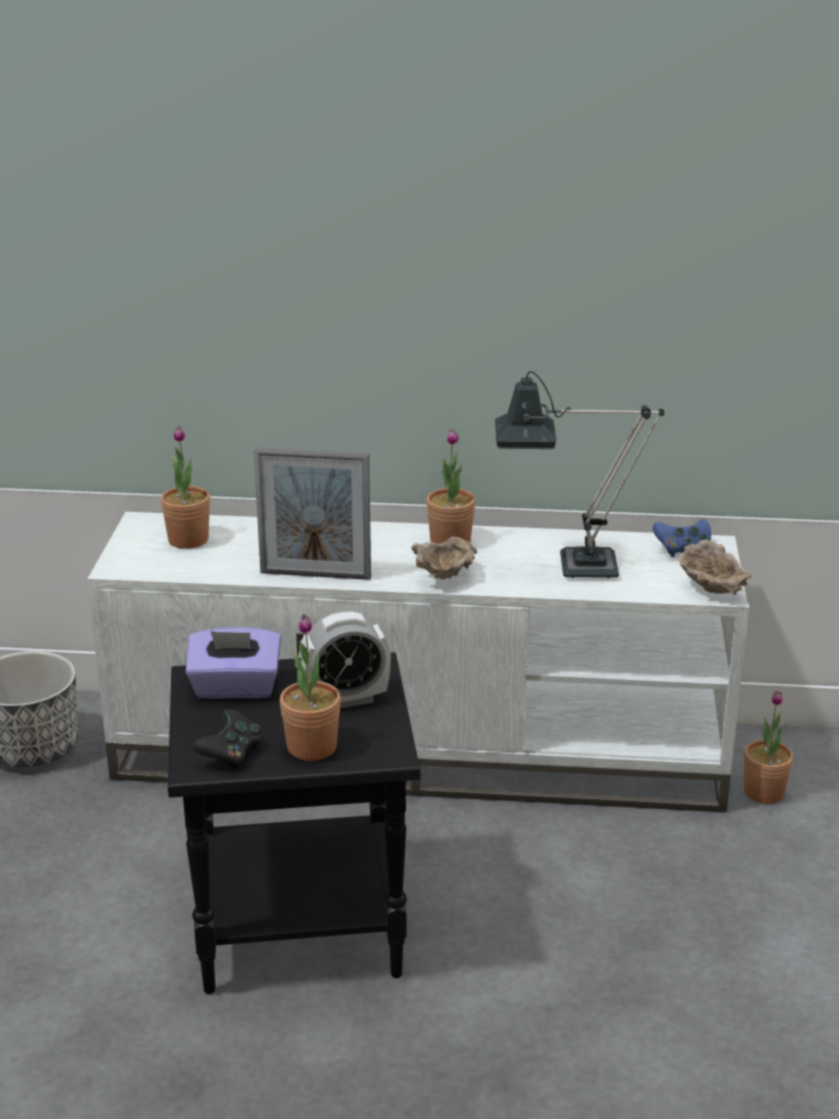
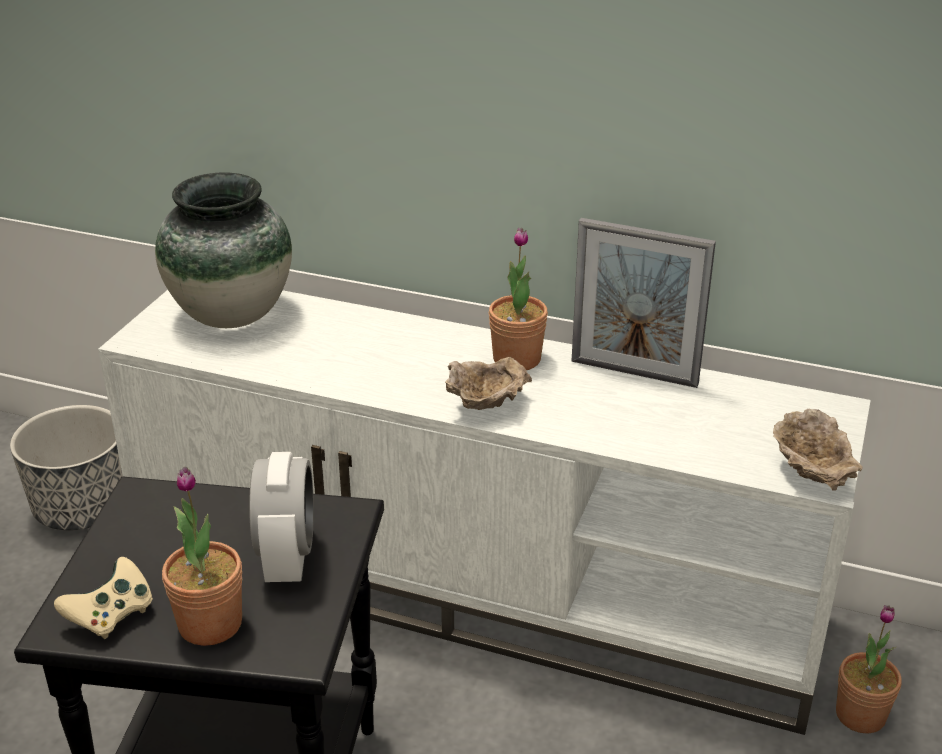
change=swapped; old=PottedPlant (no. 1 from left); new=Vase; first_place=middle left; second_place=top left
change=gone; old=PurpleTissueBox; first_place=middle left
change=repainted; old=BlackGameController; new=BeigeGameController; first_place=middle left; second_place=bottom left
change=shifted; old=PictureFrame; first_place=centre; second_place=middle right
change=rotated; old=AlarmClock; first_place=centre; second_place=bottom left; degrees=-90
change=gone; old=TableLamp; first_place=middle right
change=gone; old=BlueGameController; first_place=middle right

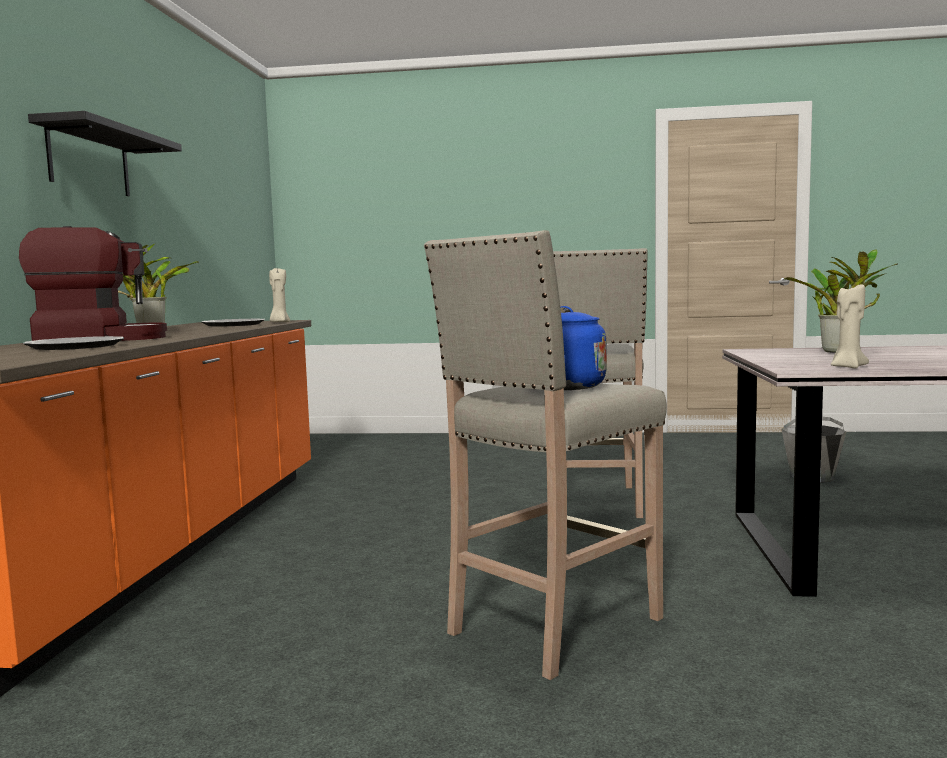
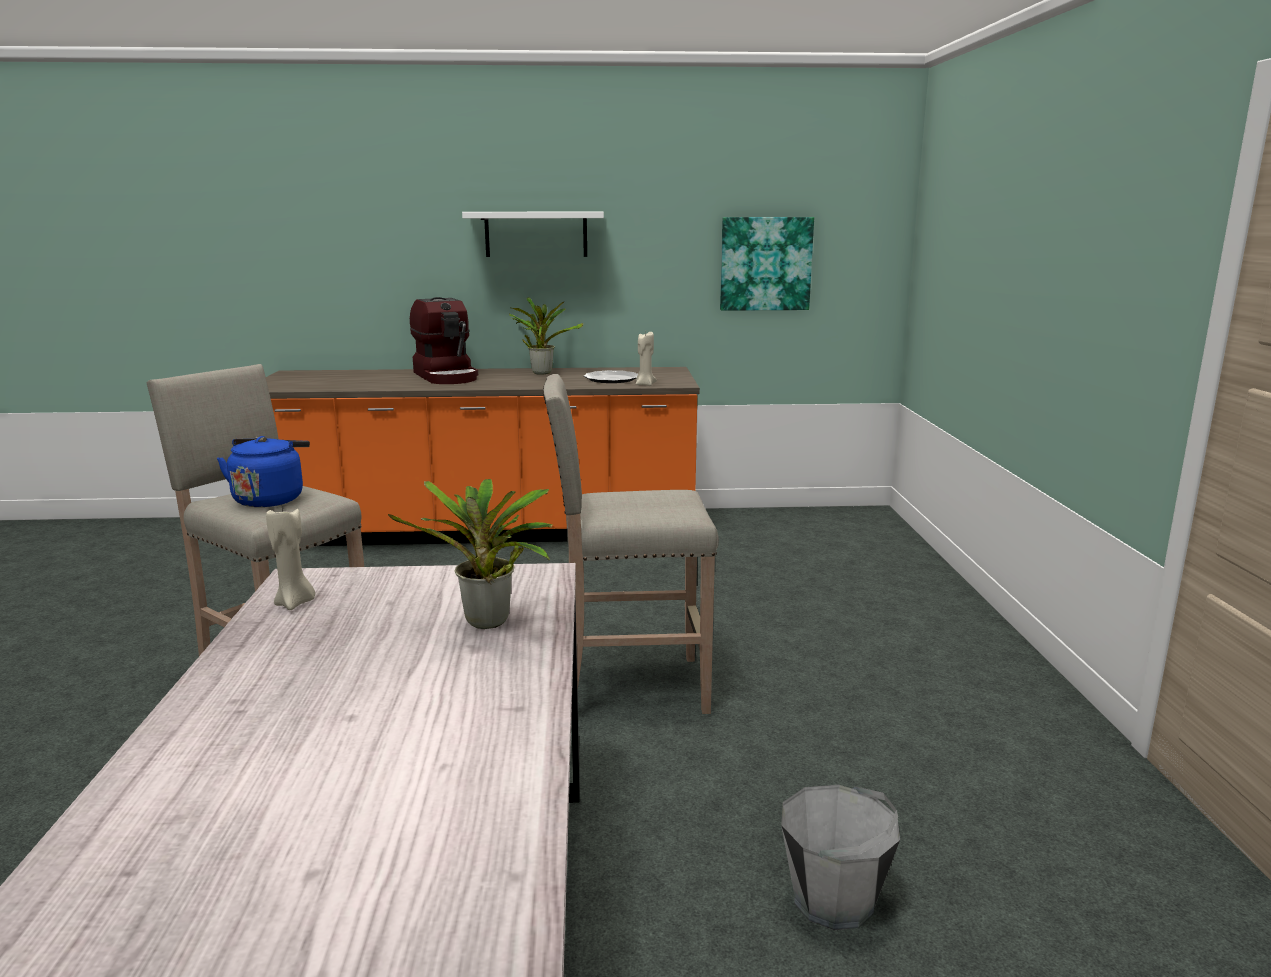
change=gone; old=Plate (no. 1 from left); first_place=middle left
change=repainted; old=BlackShelf; new=WhiteShelf; first_place=top left; second_place=top centre
change=new; new=Picture; second_place=top centre

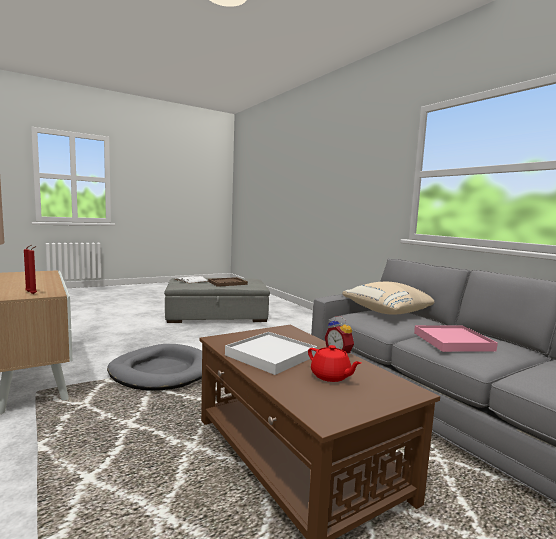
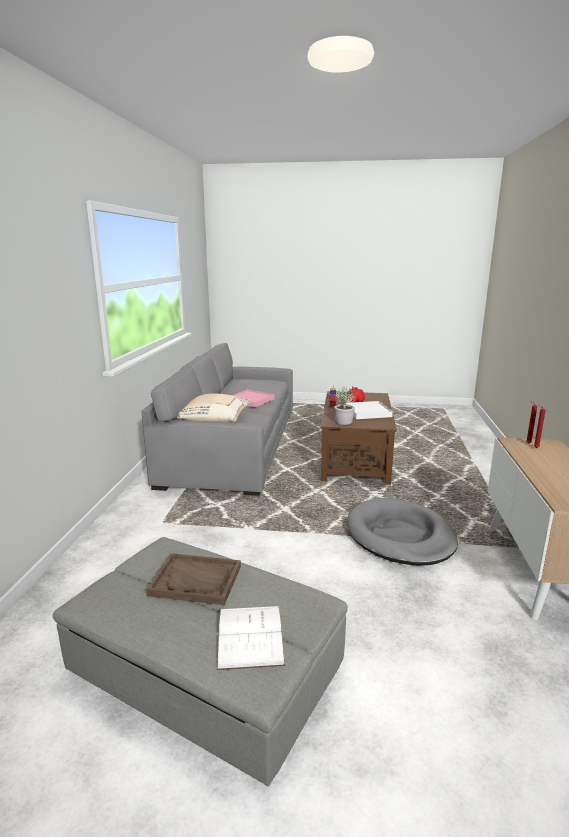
change=new; new=PottedPlant; second_place=centre

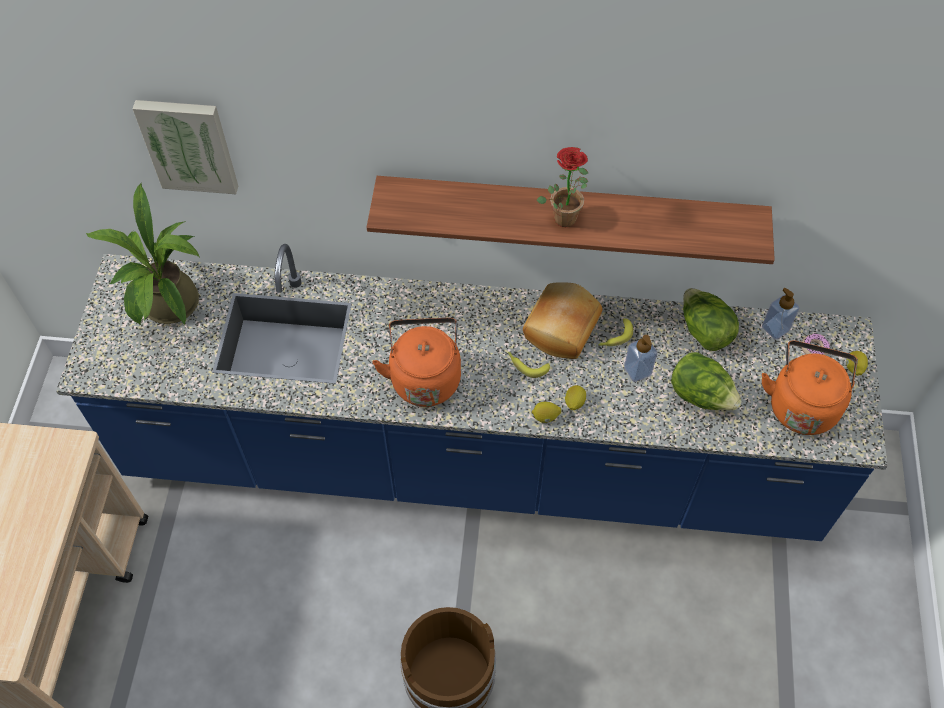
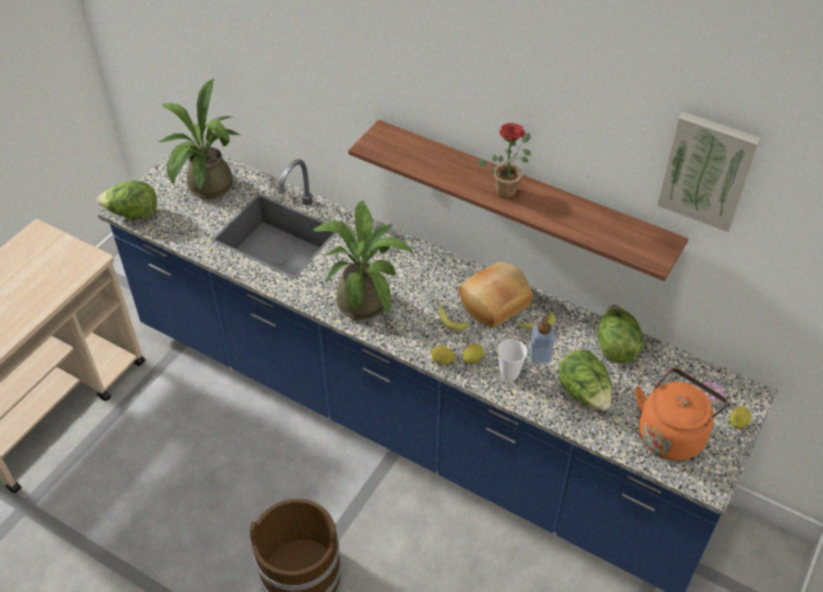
change=shifted; old=Picture; first_place=top left; second_place=top right
change=swapped; old=OrangeKettle (no. 1 from left); new=PottedPlant (no. 2 from left); first_place=centre; second_place=centre
change=gone; old=SoapDispenser (no. 2 from left); first_place=middle right
change=new; new=Lettuce (no. 1 from left); second_place=middle left
change=new; new=Cup; second_place=centre

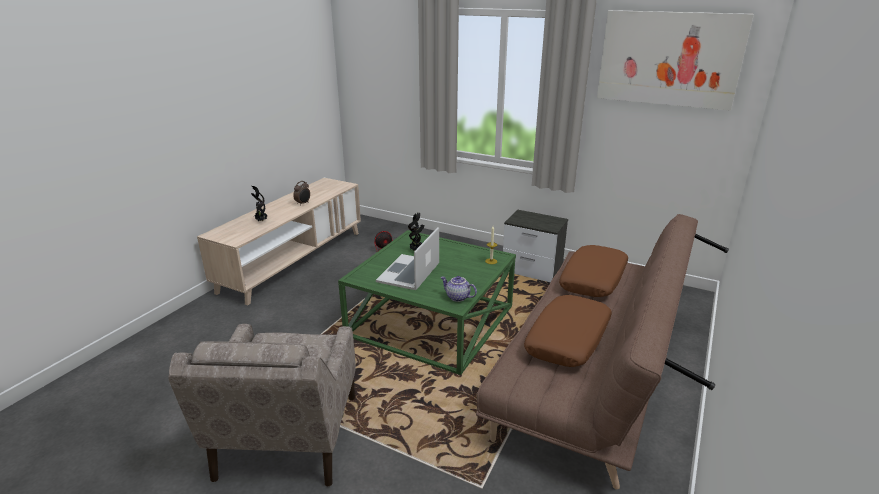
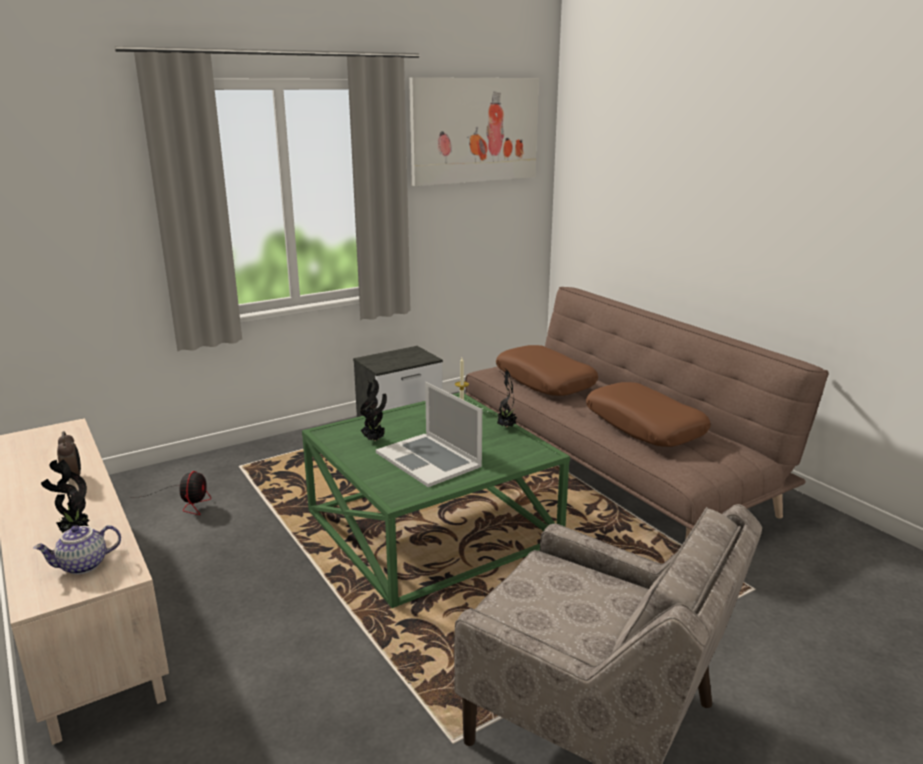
change=shifted; old=Teapot; first_place=centre; second_place=bottom left
change=new; new=PottedPlant (no. 3 from left); second_place=centre

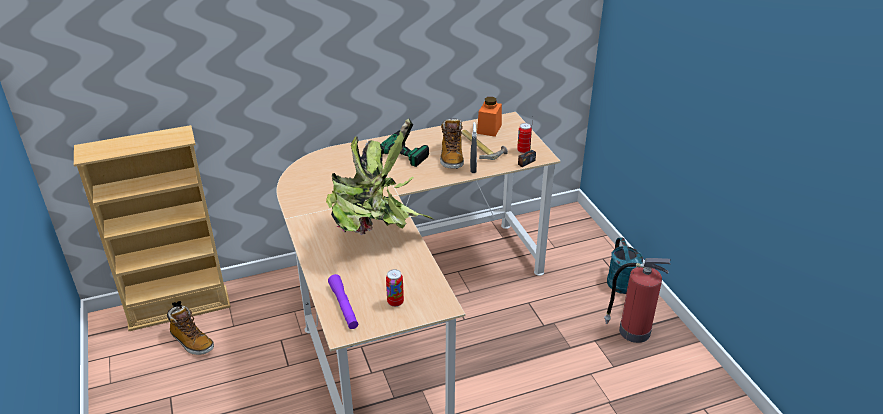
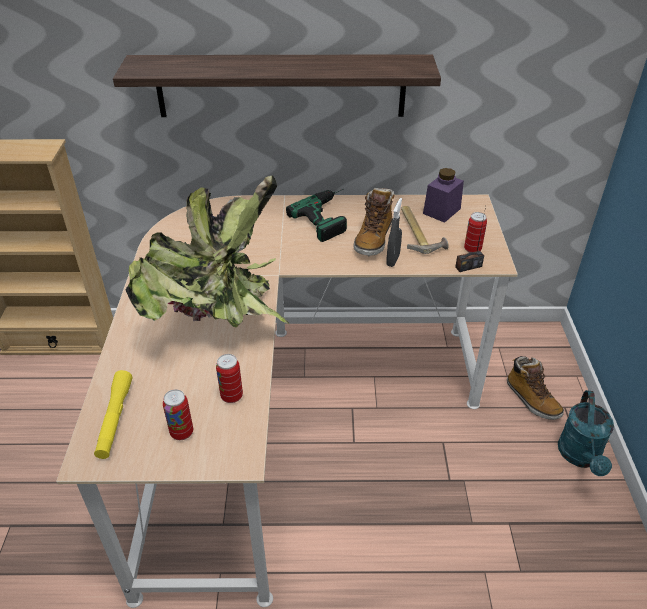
change=shifted; old=Boot (no. 1 from left in the first image); new=Boot (no. 2 from left); first_place=bottom left; second_place=middle right
change=repainted; old=PurpleFlashlight; new=YellowFlashlight; first_place=bottom centre; second_place=bottom left
change=repainted; old=OrangeJar; new=PurpleJar; first_place=top centre; second_place=top right
change=gone; old=FireExtinguisher; first_place=bottom right
change=new; new=Shelf; second_place=top centre
change=new; new=Can (no. 2 from left); second_place=centre

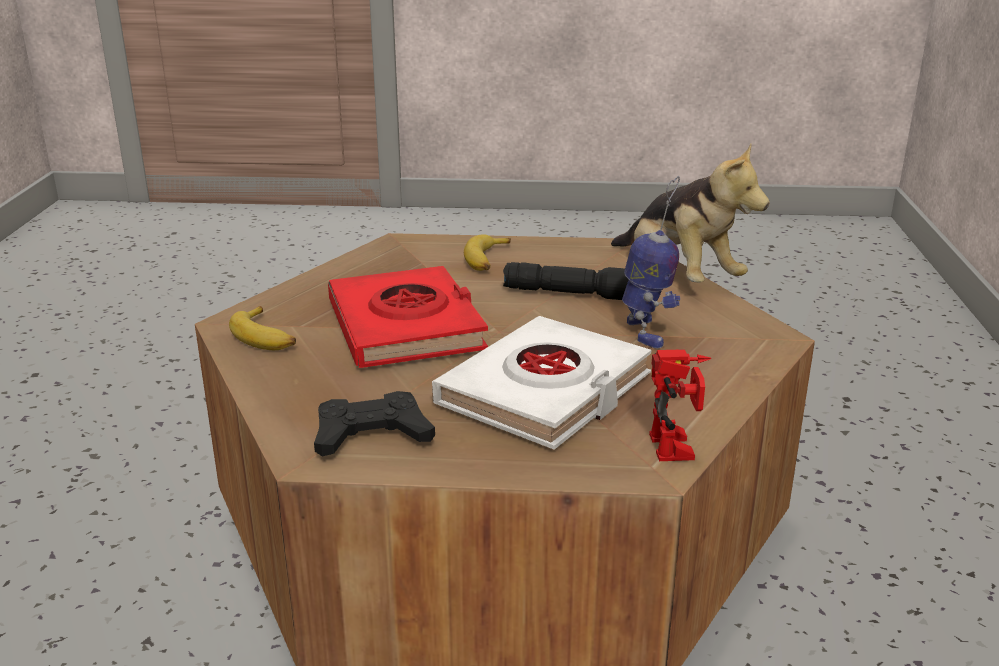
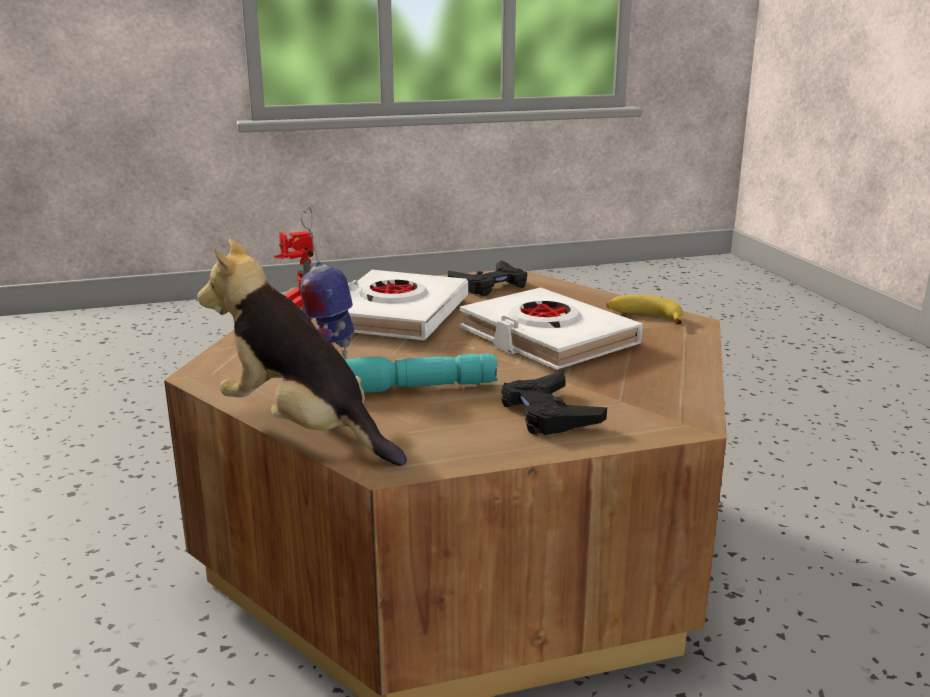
change=repainted; old=RedBook; new=WhiteBook (no. 2 from left); first_place=centre; second_place=centre
change=swapped; old=Banana (no. 2 from left); new=BlackGameController (no. 2 from left); first_place=centre; second_place=centre
change=repainted; old=BlackFlashlight; new=TurquoiseFlashlight; first_place=centre; second_place=centre

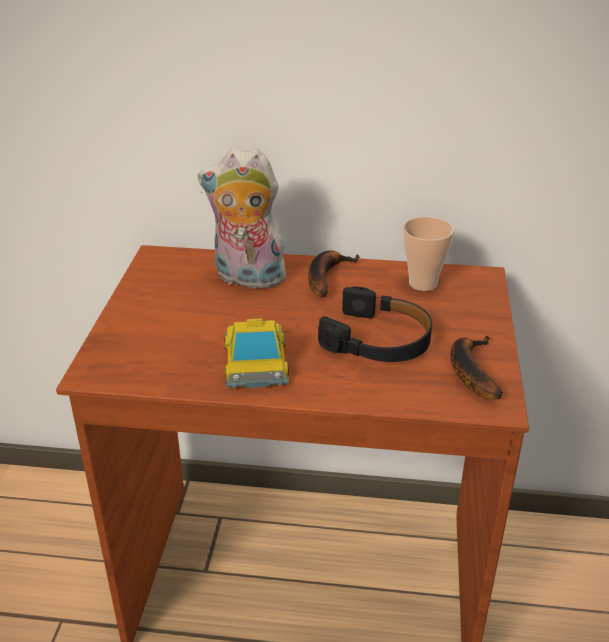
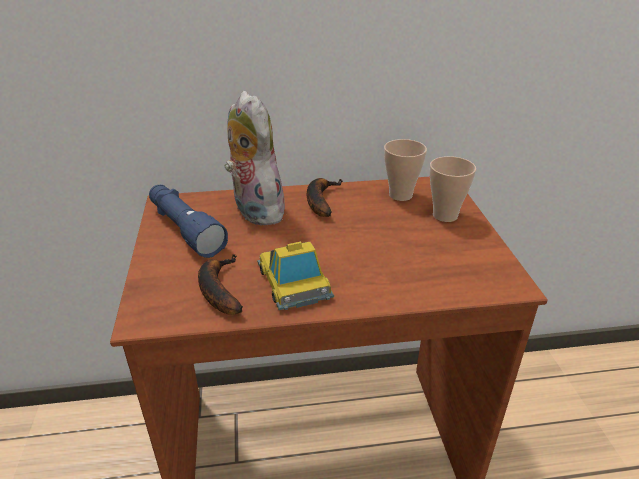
change=rotated; old=PlushToy; first_place=centre; second_place=top centre; degrees=60
change=gone; old=BlackHeadphones; first_place=centre
change=shifted; old=Banana (no. 2 from left in the first image); new=Banana (no. 1 from left); first_place=middle right; second_place=centre
change=new; new=BlueFlashlight; second_place=middle left
change=new; new=Cup (no. 2 from left); second_place=middle right

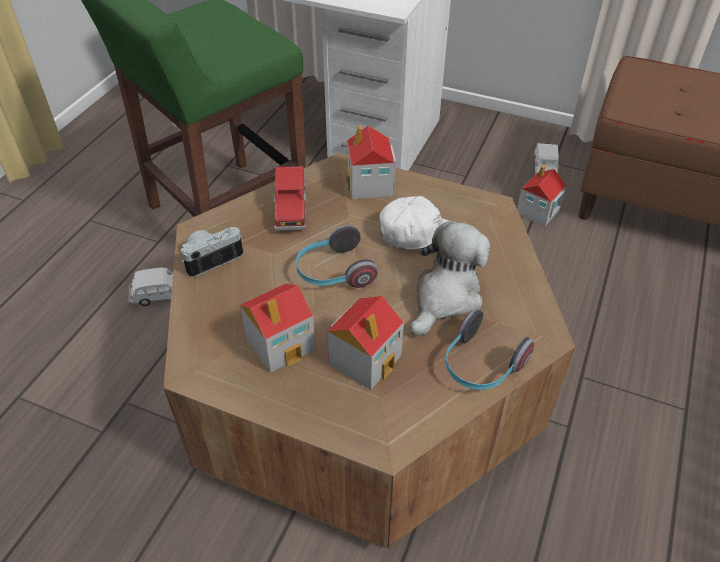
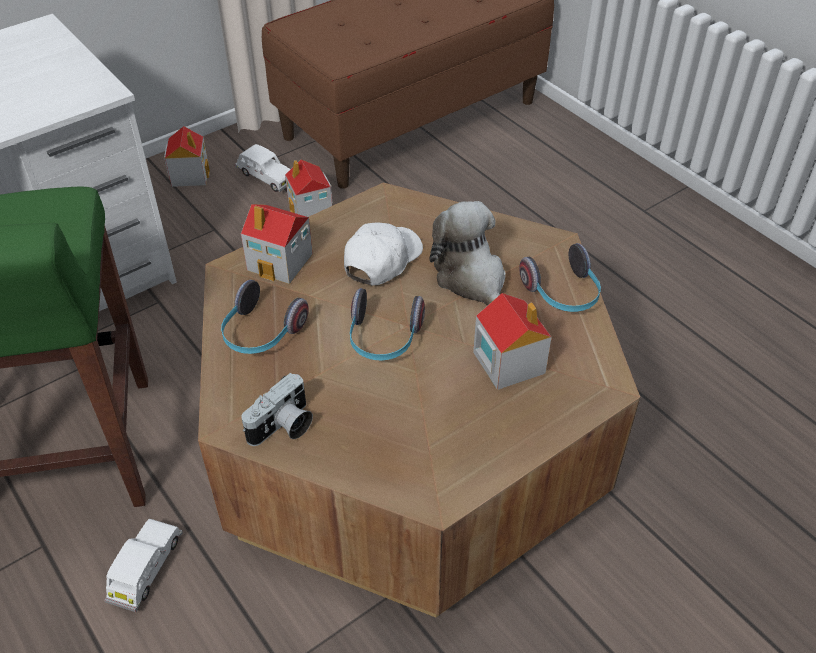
change=rotated; old=PhotoCamera; first_place=middle left; second_place=centre; degrees=-135
change=shifted; old=ToyHouse (no. 1 from left); first_place=centre; second_place=top left
change=swapped; old=RedToyCar; new=Headphones (no. 1 from left); first_place=centre; second_place=middle left

